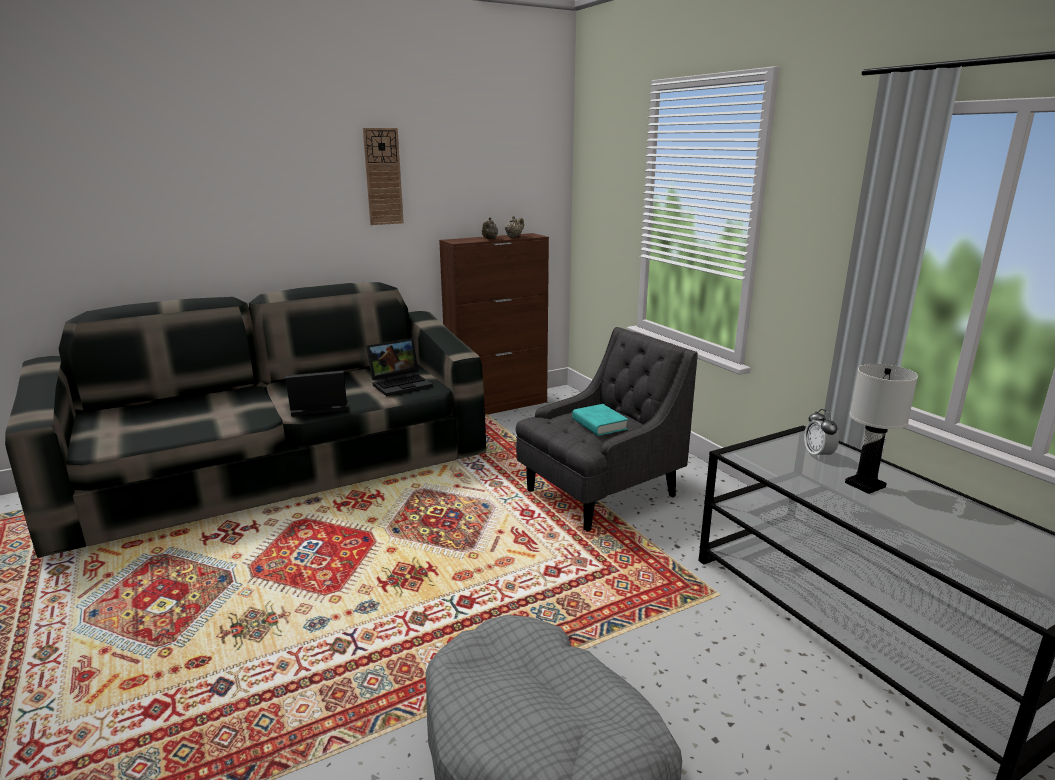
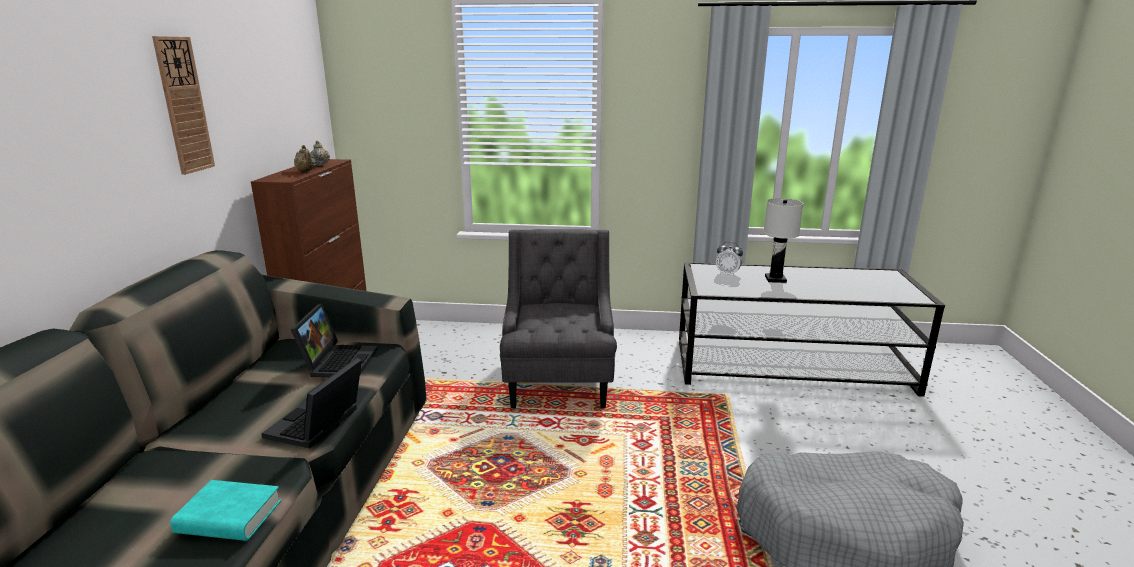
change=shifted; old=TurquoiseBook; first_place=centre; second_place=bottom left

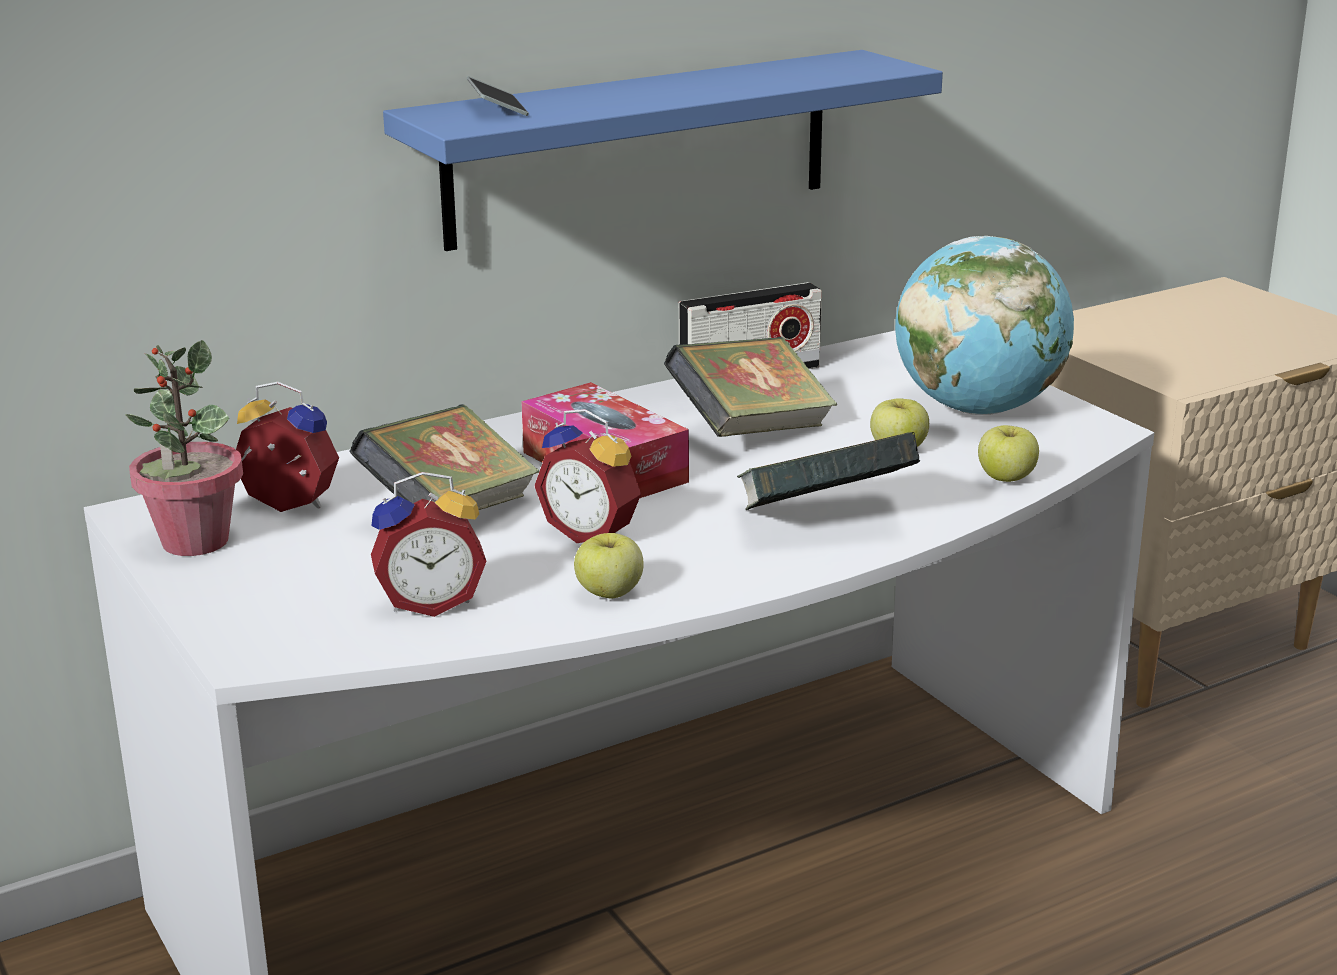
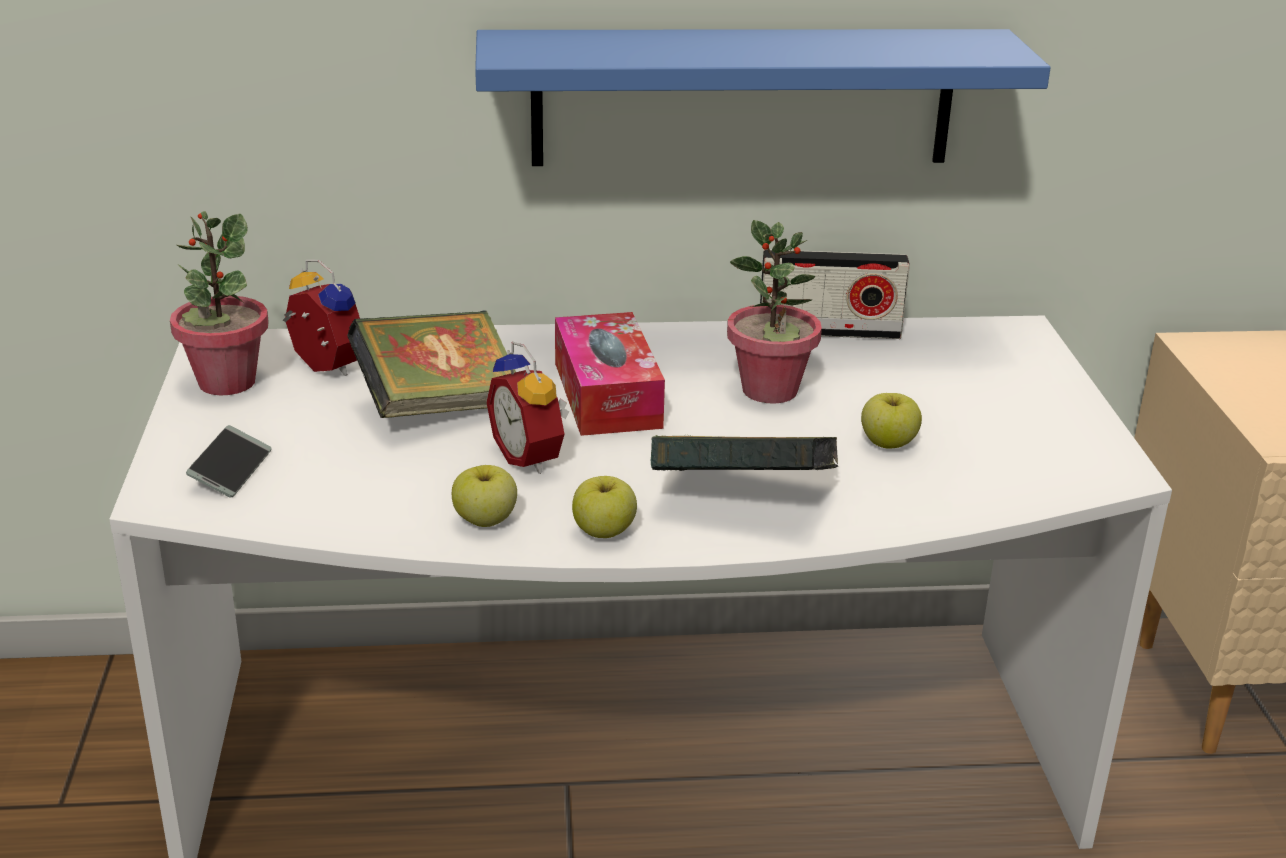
change=gone; old=AlarmClock (no. 2 from left); first_place=middle left
change=shifted; old=Phone; first_place=top centre; second_place=middle left
change=swapped; old=Book (no. 2 from left); new=PottedPlant (no. 2 from left); first_place=centre; second_place=centre
change=gone; old=Globe; first_place=middle right
change=shifted; old=Apple (no. 3 from left in the first image); new=Apple (no. 2 from left); first_place=middle right; second_place=centre

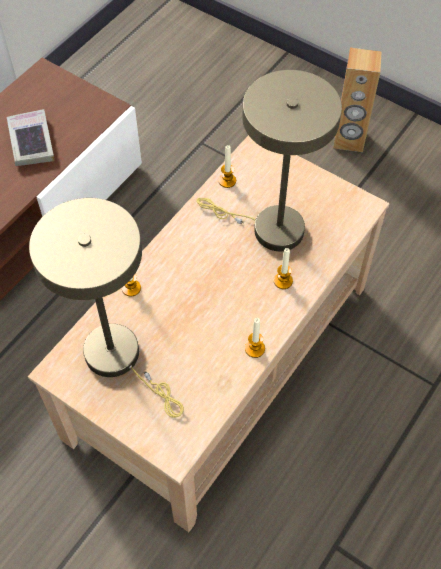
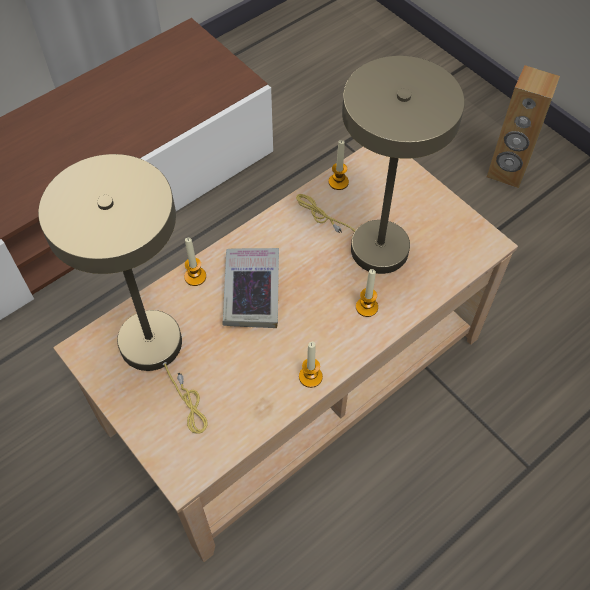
change=shifted; old=Book; first_place=top left; second_place=centre

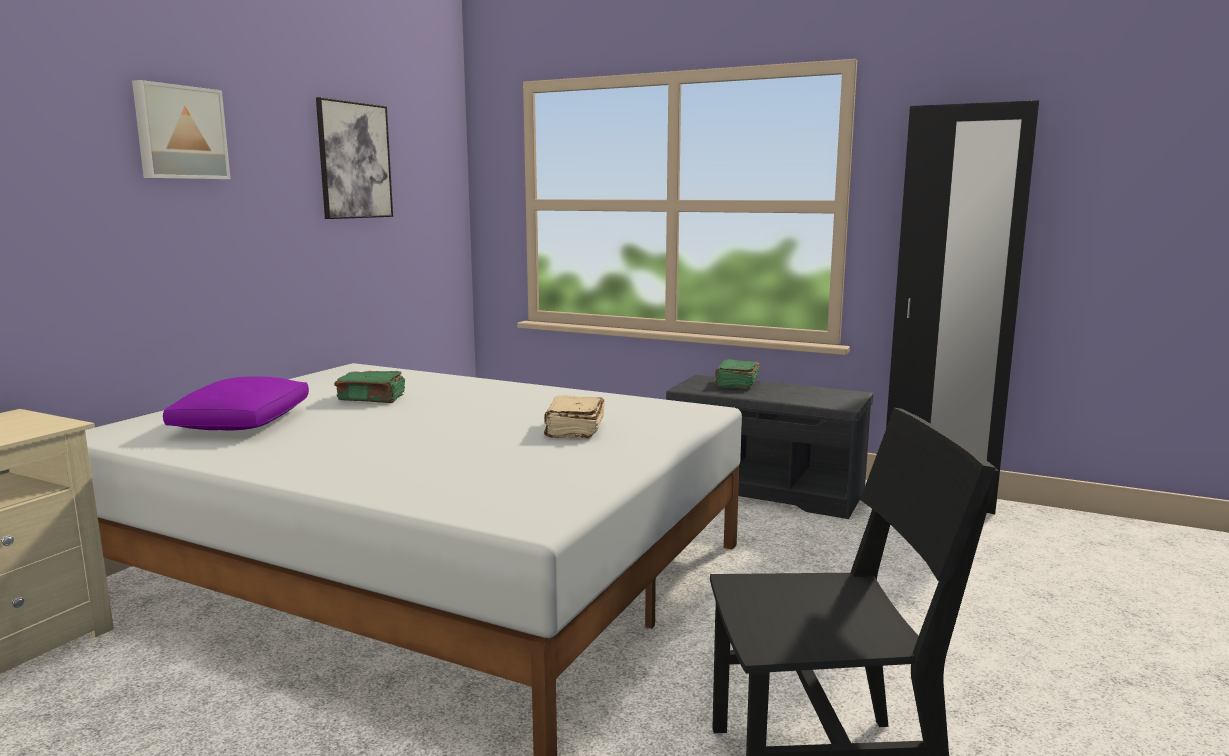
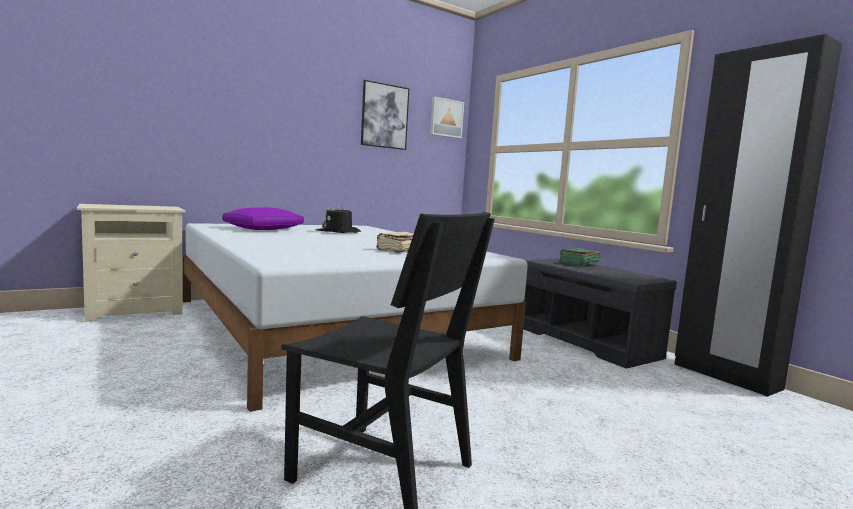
change=shifted; old=Picture (no. 1 from left in the first image); new=Picture (no. 2 from left); first_place=top left; second_place=top centre
change=swapped; old=GreenBook (no. 1 from left); new=BlackHat; first_place=middle left; second_place=centre

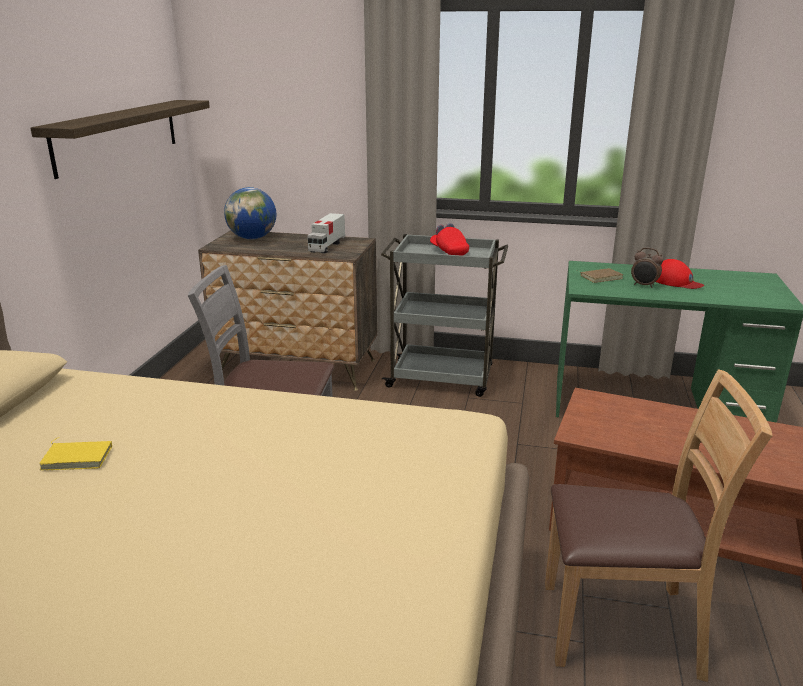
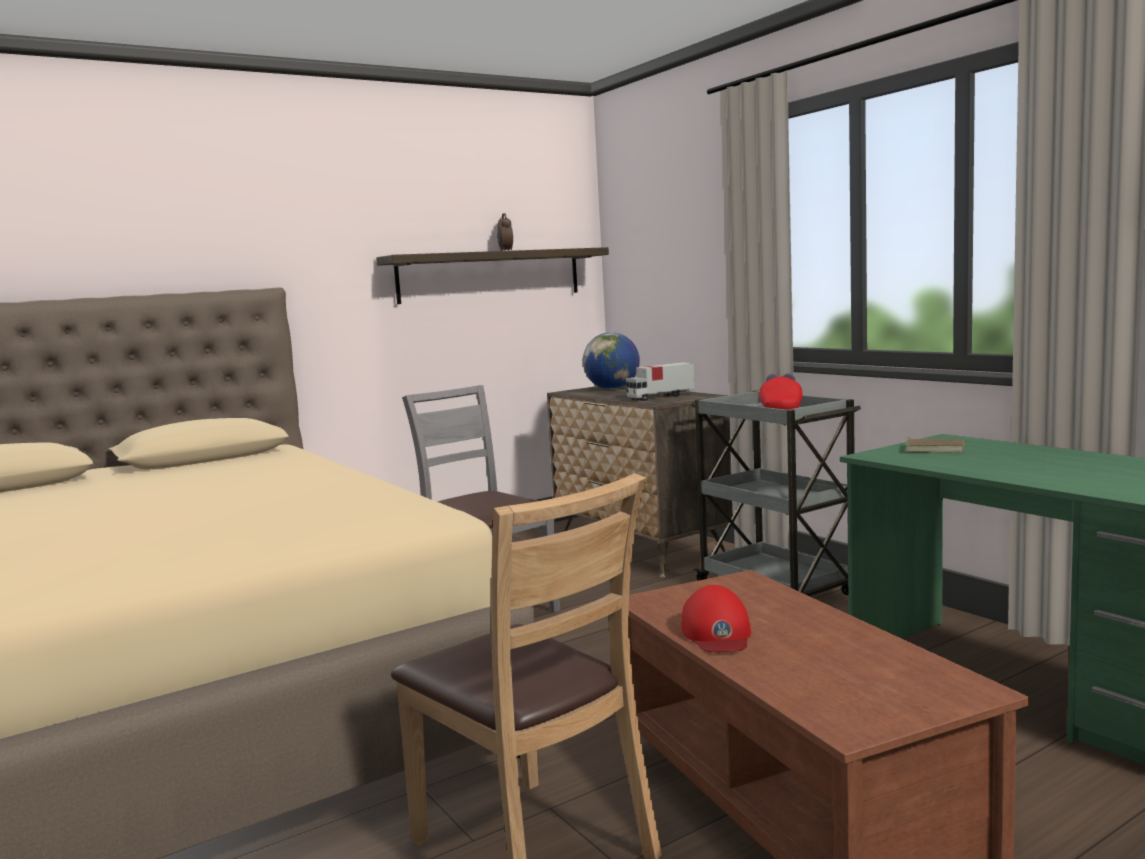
change=gone; old=YellowBook; first_place=middle left
change=shifted; old=AlarmClock; first_place=middle right; second_place=top centre
change=shifted; old=RedCap (no. 2 from left in the first image); new=RedCap (no. 1 from left); first_place=middle right; second_place=bottom centre

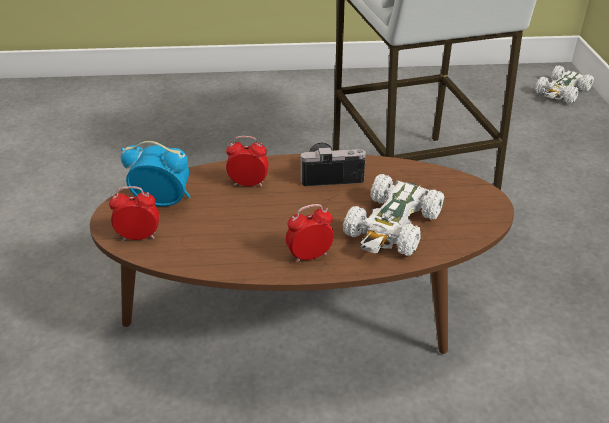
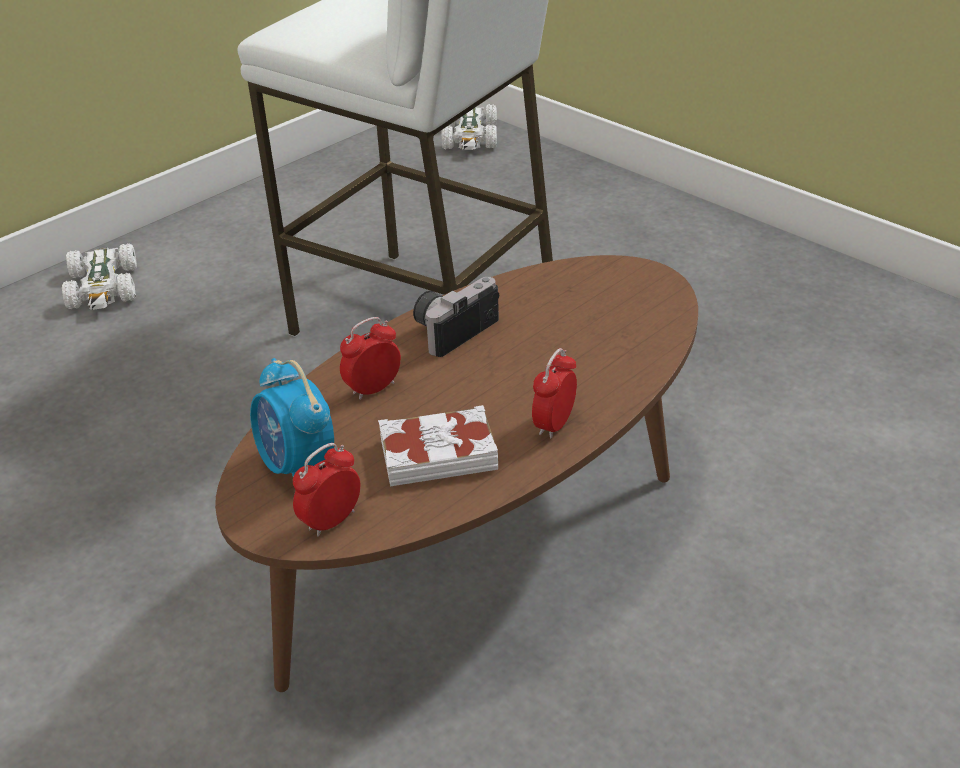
change=rotated; old=AlarmClock (no. 2 from left in the first image); first_place=middle left; second_place=middle left; degrees=-90
change=shifted; old=WhiteToyCar (no. 1 from left); first_place=centre; second_place=middle left
change=new; new=WhiteBook; second_place=centre

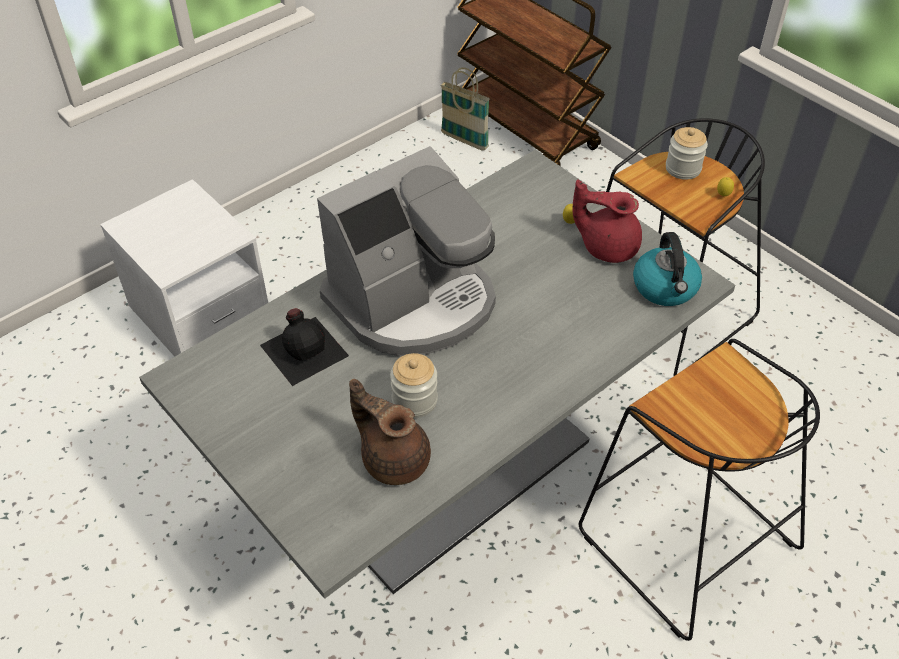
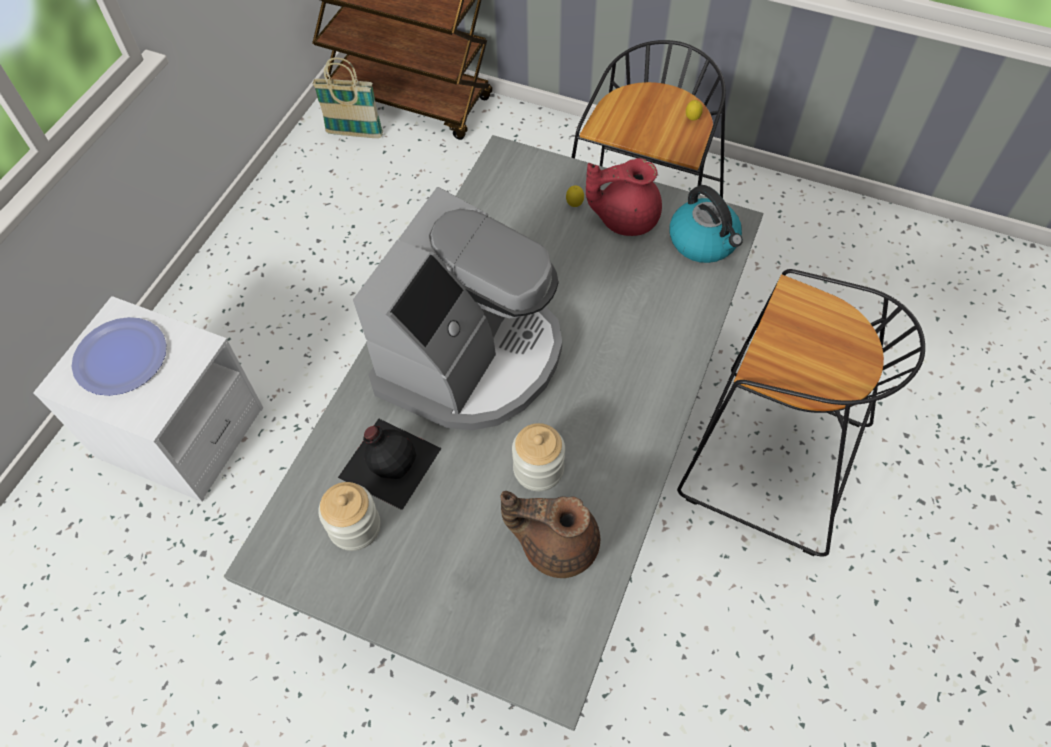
change=shifted; old=Jar (no. 2 from left in the first image); new=Jar (no. 1 from left); first_place=top right; second_place=bottom left
change=new; new=Plate; second_place=middle left

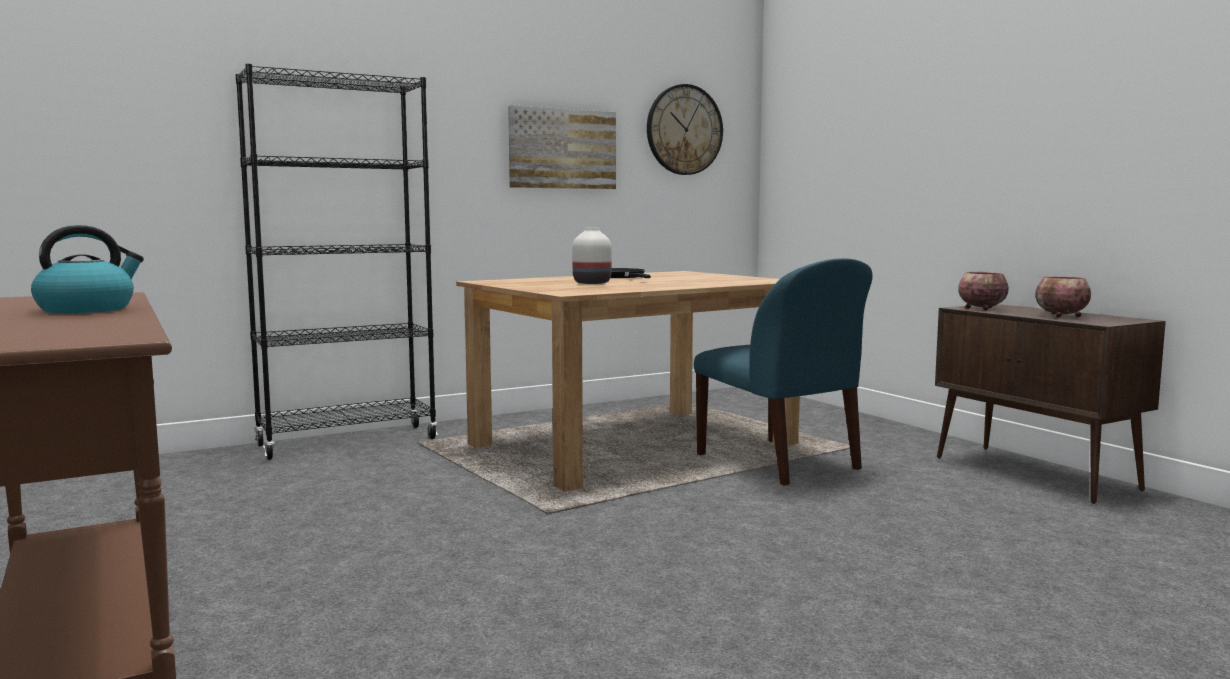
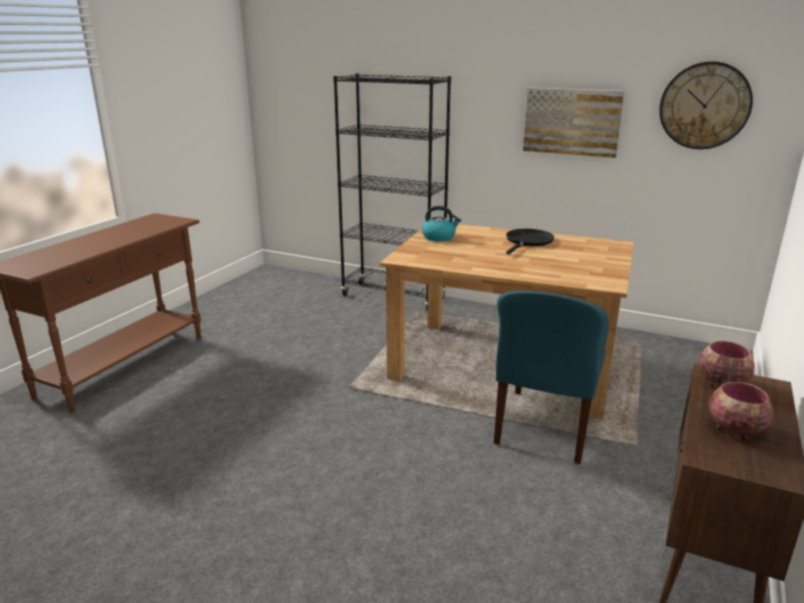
change=shifted; old=Kettle; first_place=middle left; second_place=centre
change=gone; old=WhiteVase; first_place=centre

